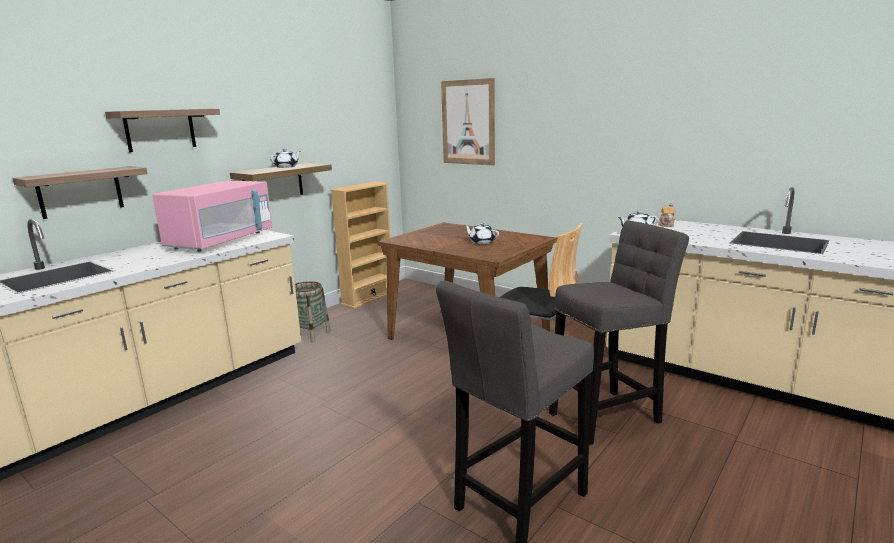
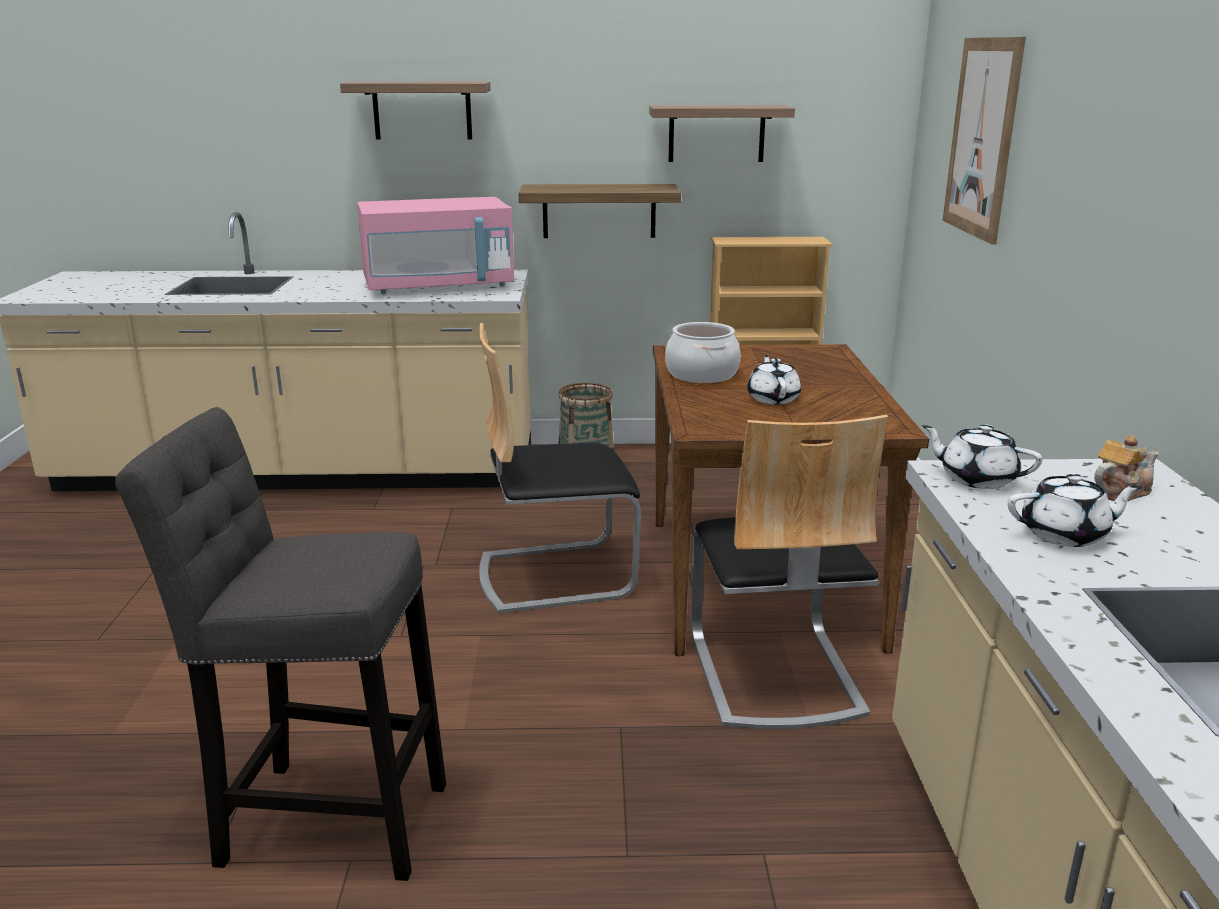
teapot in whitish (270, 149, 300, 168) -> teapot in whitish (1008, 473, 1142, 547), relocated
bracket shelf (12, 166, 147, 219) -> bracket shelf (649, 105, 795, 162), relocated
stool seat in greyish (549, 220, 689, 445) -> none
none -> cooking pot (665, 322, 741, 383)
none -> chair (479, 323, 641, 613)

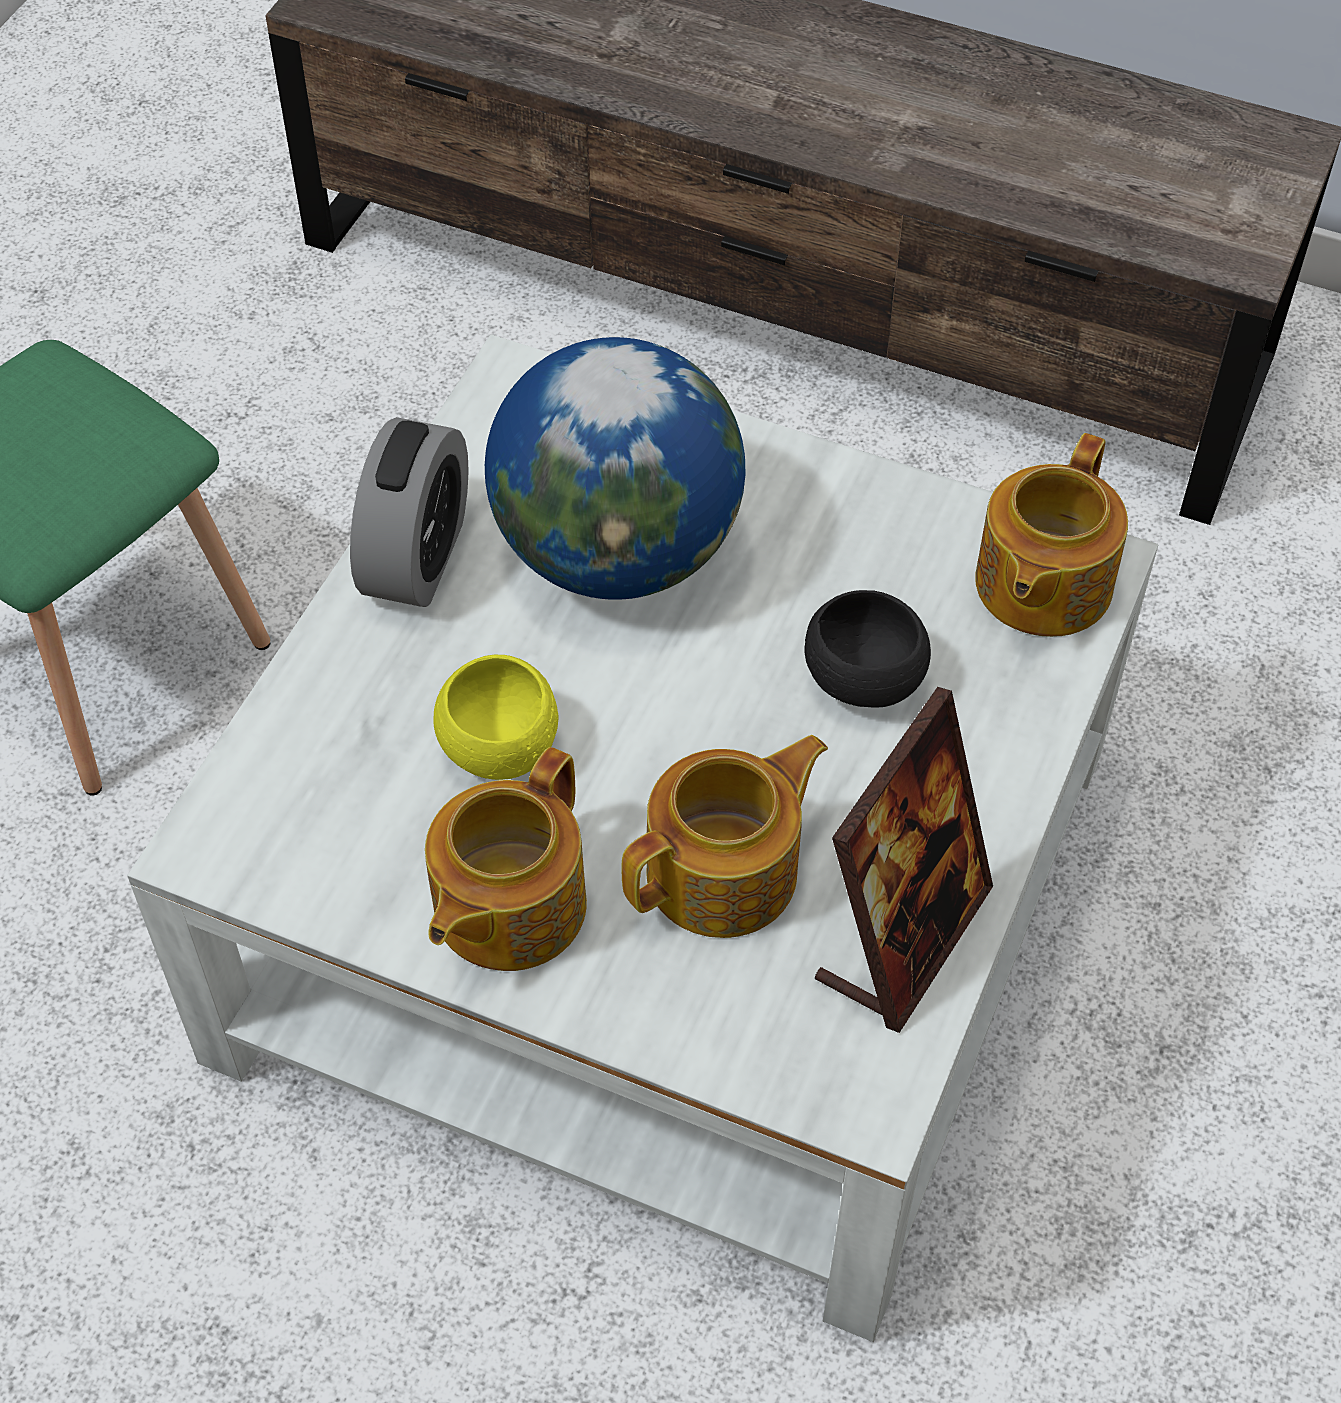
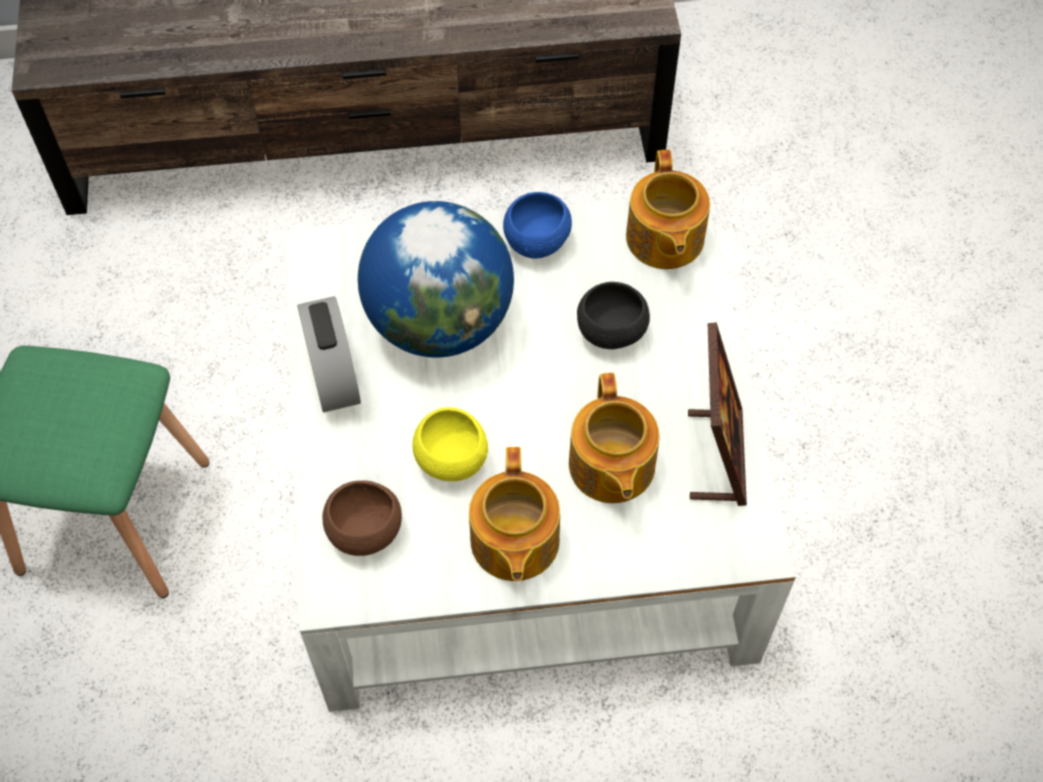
teapot (622, 735, 828, 938) -> teapot (569, 373, 660, 503), 150 degrees clockwise
none -> serving bowl in blue (503, 192, 572, 259)
none -> serving bowl in brown (322, 480, 402, 556)

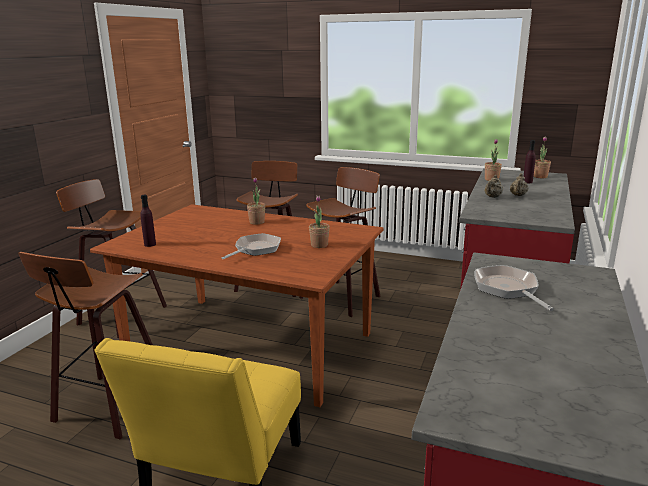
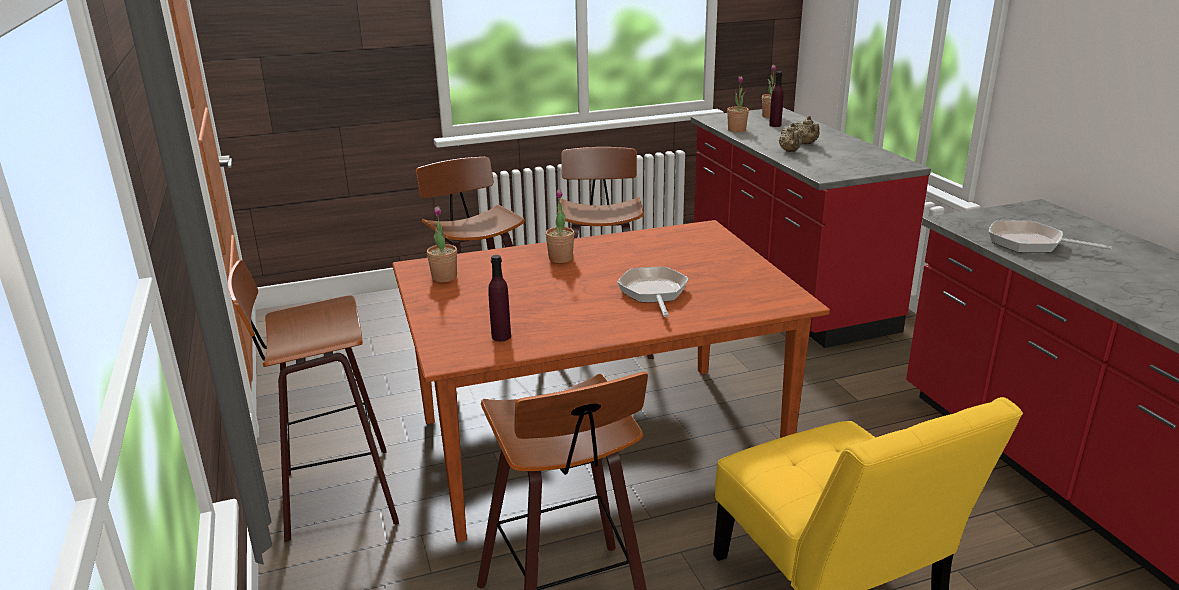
plant in a pot (309, 195, 330, 248) -> plant in a pot (427, 206, 457, 282), relocated

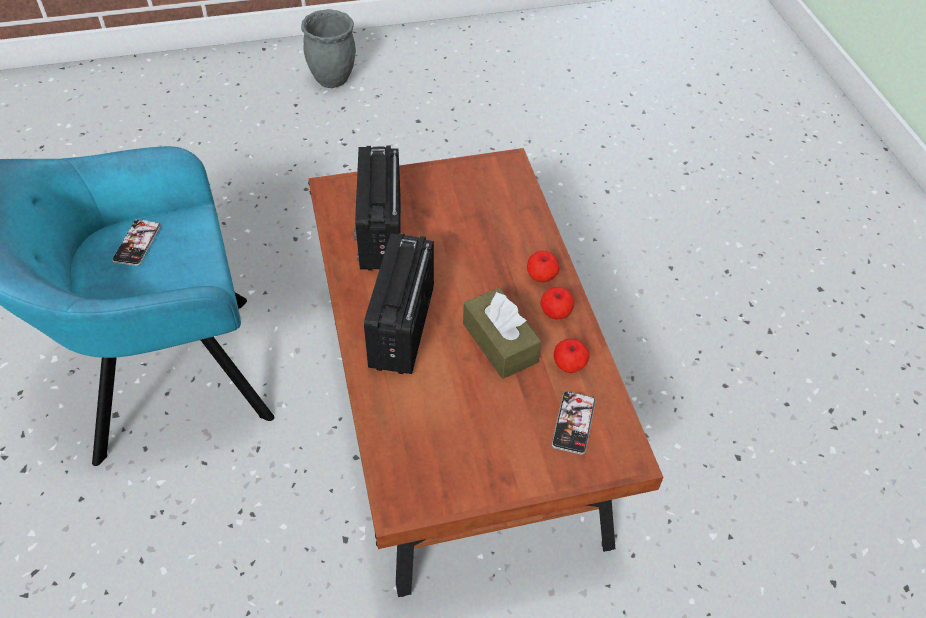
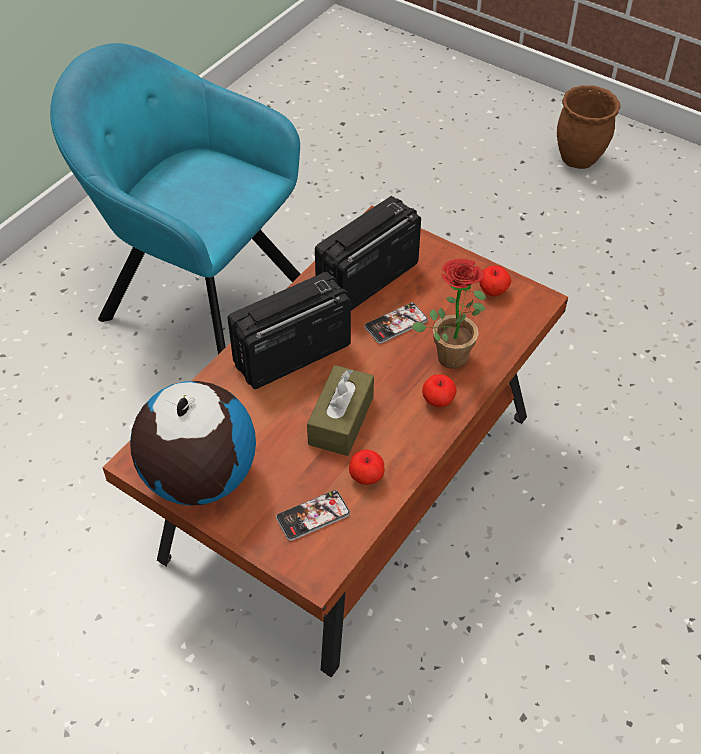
flower pot in greyish (301, 9, 356, 88) -> flower pot in brown (557, 85, 620, 169)
phone (112, 219, 161, 266) -> phone (364, 302, 428, 344), relocated
apple fruit (541, 287, 575, 319) -> apple fruit (479, 266, 511, 296), relocated
none -> plant in a pot (411, 259, 486, 369)
none -> globe (130, 381, 256, 506)

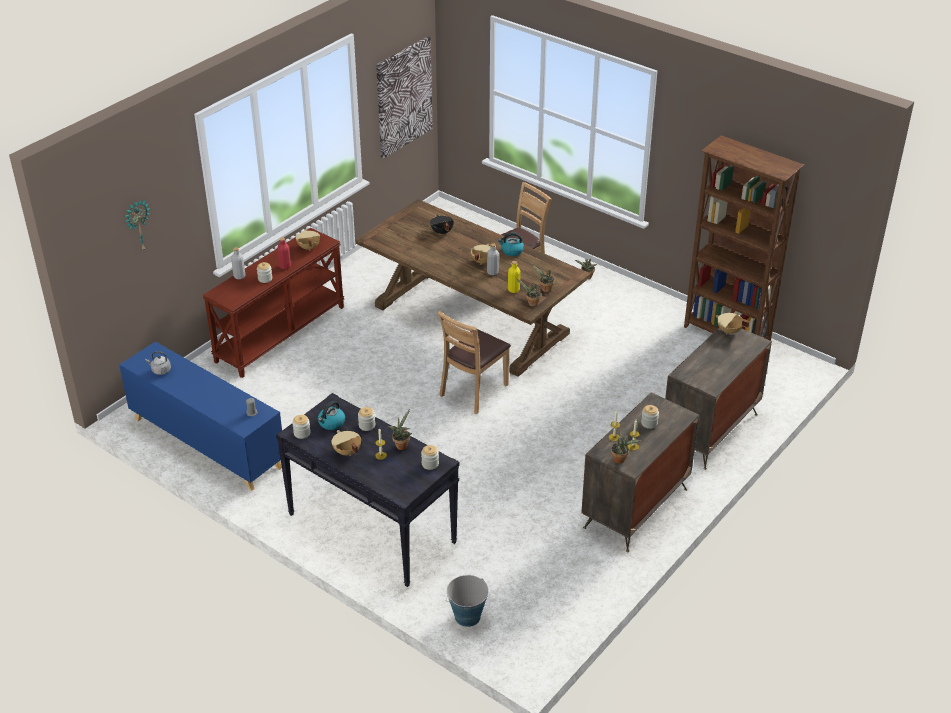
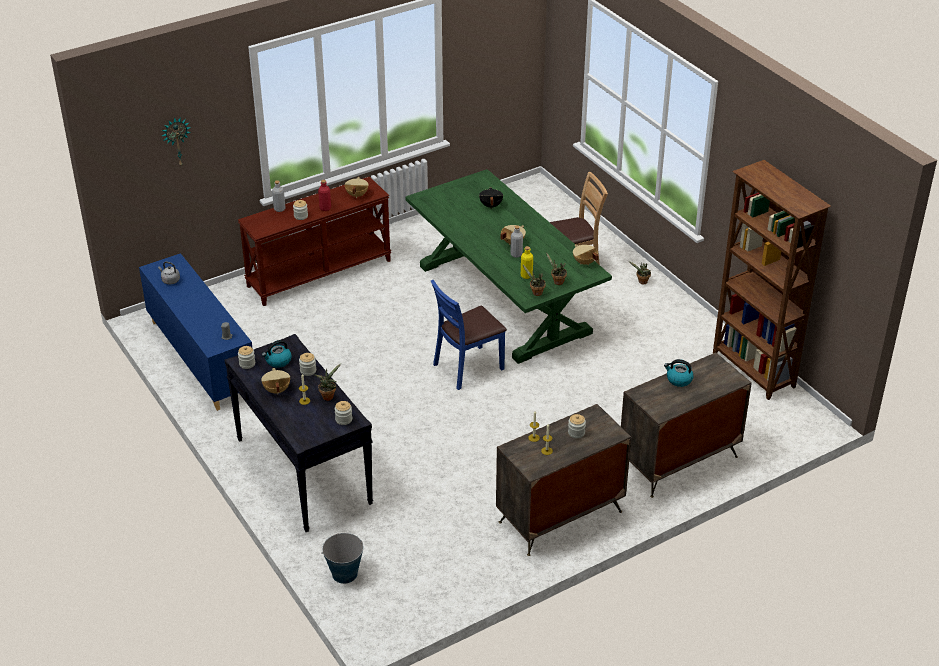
wall picture (376, 36, 433, 159) -> none
dinner table in brown (355, 199, 590, 377) -> dinner table in greenish (405, 169, 612, 364)
kettle (498, 233, 524, 256) -> kettle (664, 359, 694, 387), relocated
chair in brown (438, 311, 511, 414) -> chair in blue (431, 279, 507, 390)
cooking pot in sand-coloured (715, 313, 750, 335) -> cooking pot in sand-coloured (573, 245, 599, 265), relocated
plant in a pot (611, 431, 641, 464) -> none

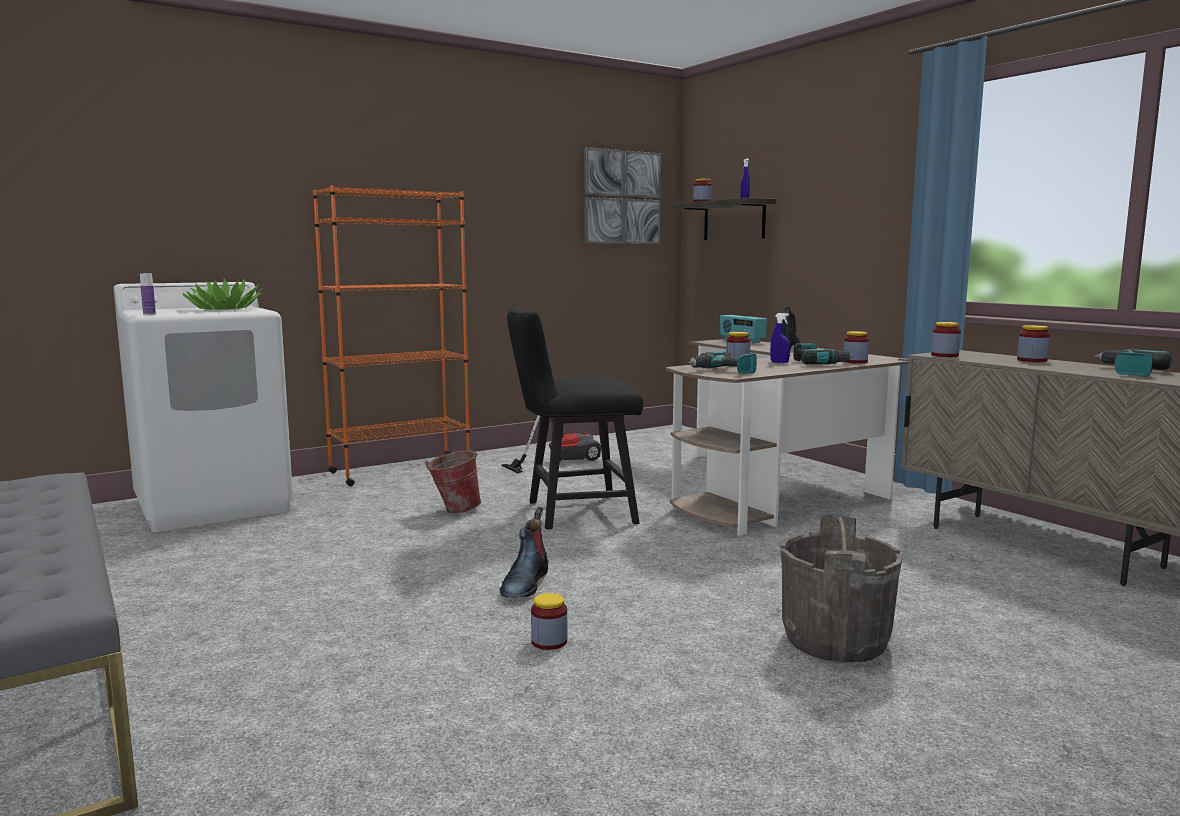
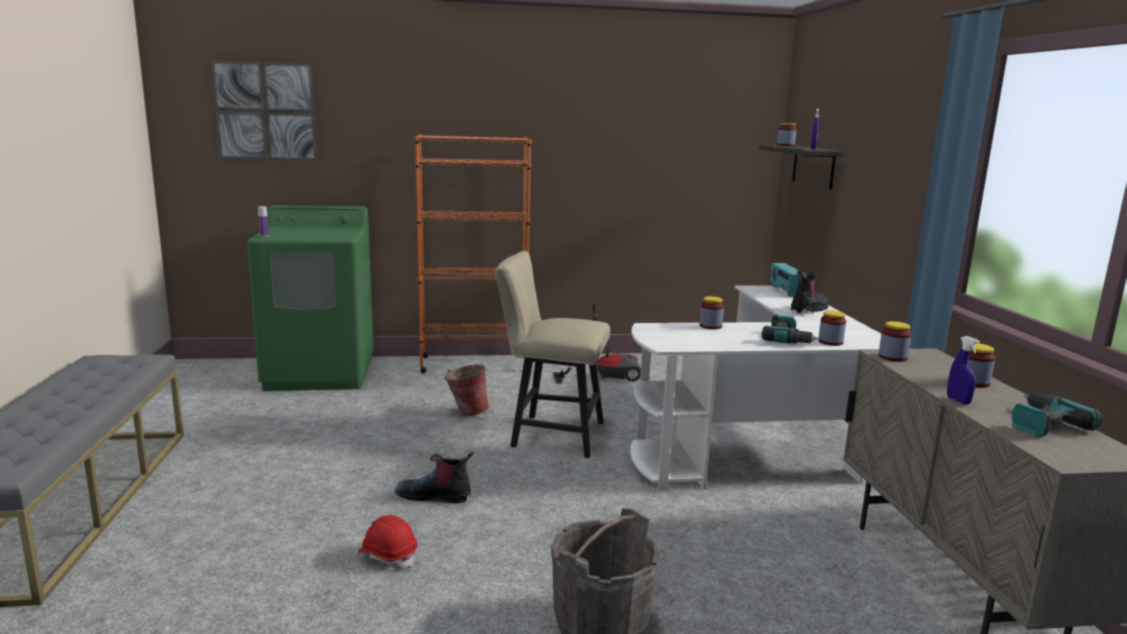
wall picture (584, 147, 661, 244) -> wall picture (212, 61, 317, 160), relocated
plant in a pot (183, 279, 263, 310) -> none
washing machine in whitish (113, 282, 293, 532) -> washing machine in greenish (247, 205, 374, 391)
chair in black (507, 305, 643, 529) -> chair in sand-coloured (495, 251, 610, 458)
sprayer in blue (770, 313, 790, 363) -> sprayer in blue (947, 336, 980, 404), relocated
desk unit in brown (666, 339, 909, 536) -> desk unit in whitish (630, 285, 881, 491)
electric drill (688, 351, 757, 374) -> none
high-top boot (499, 507, 548, 598) -> high-top boot (395, 452, 474, 504), 60 degrees clockwise
storage jar (531, 593, 567, 650) -> work helmet in red-coloured (358, 515, 418, 569)

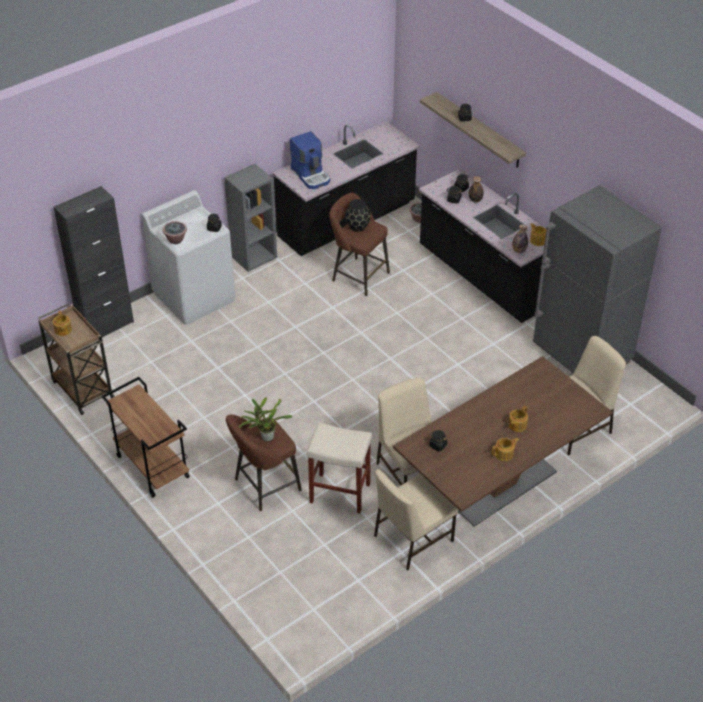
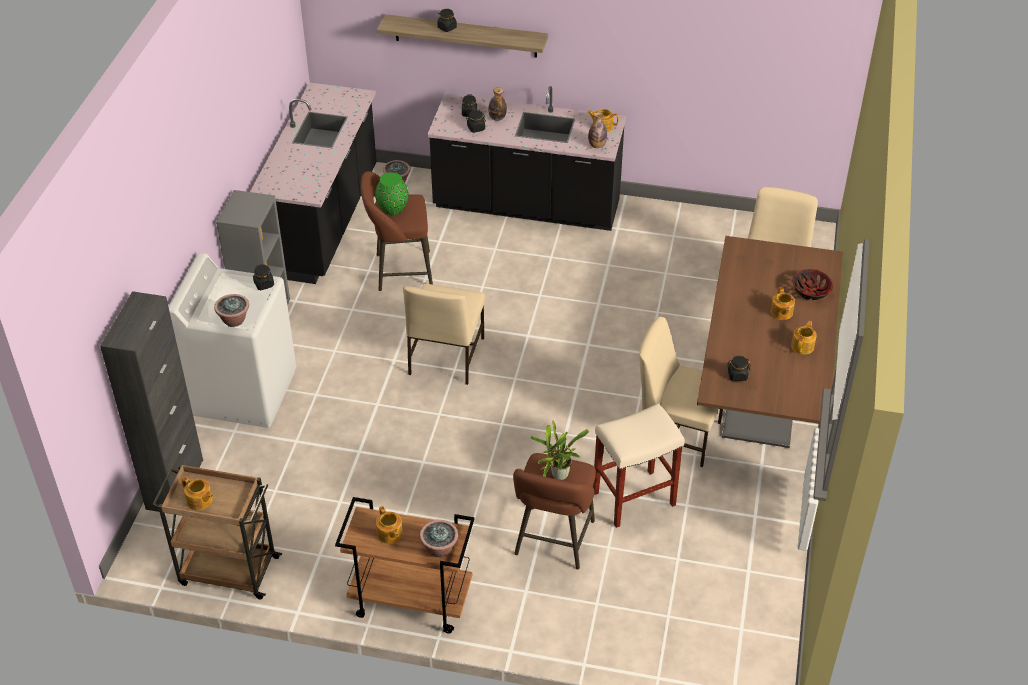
coffee machine (290, 131, 330, 189) -> none
fridge in greyish (533, 186, 662, 373) -> none
vase in black (345, 199, 371, 232) -> vase in greenish (375, 172, 409, 215)
chair in sand-coloured (374, 469, 458, 571) -> chair in sand-coloured (403, 284, 485, 385), relocated
none -> serving bowl (792, 269, 833, 300)
none -> teapot (376, 506, 403, 544)
none -> plant in a pot (420, 520, 458, 557)

